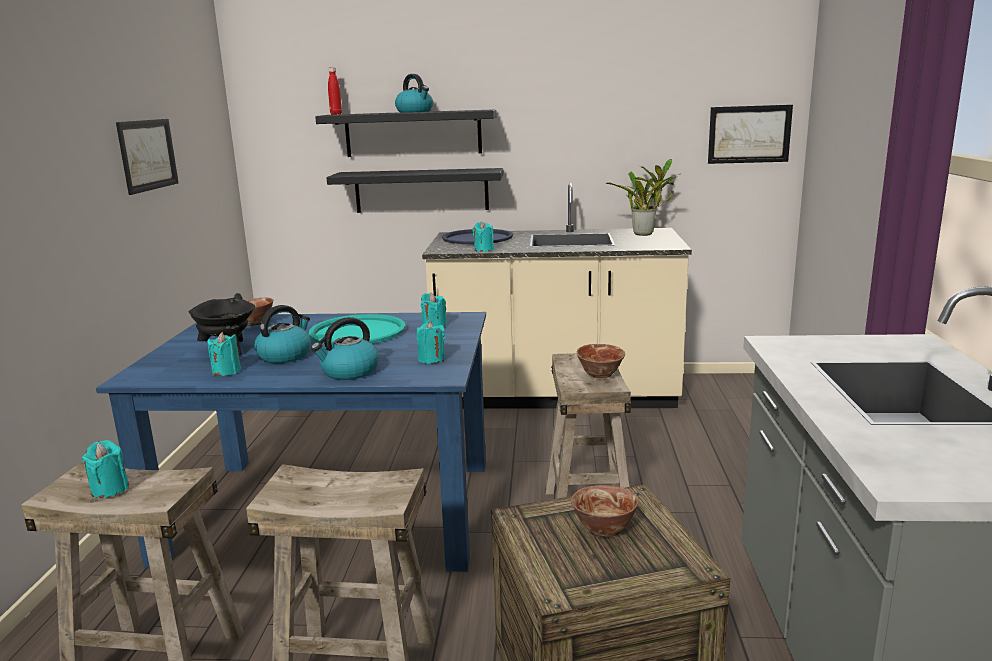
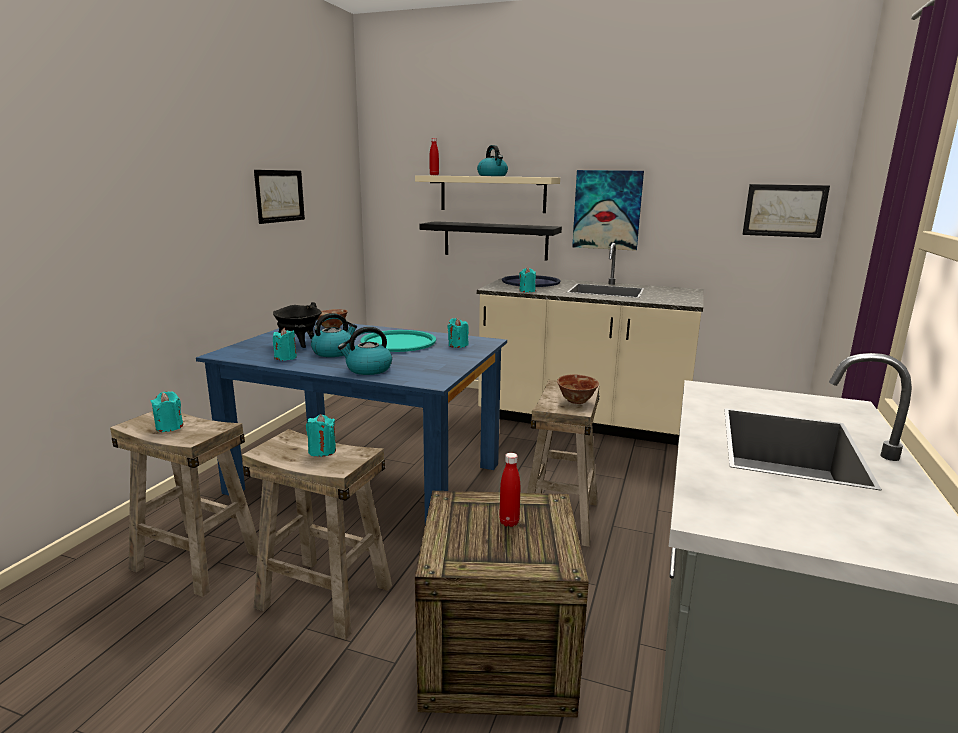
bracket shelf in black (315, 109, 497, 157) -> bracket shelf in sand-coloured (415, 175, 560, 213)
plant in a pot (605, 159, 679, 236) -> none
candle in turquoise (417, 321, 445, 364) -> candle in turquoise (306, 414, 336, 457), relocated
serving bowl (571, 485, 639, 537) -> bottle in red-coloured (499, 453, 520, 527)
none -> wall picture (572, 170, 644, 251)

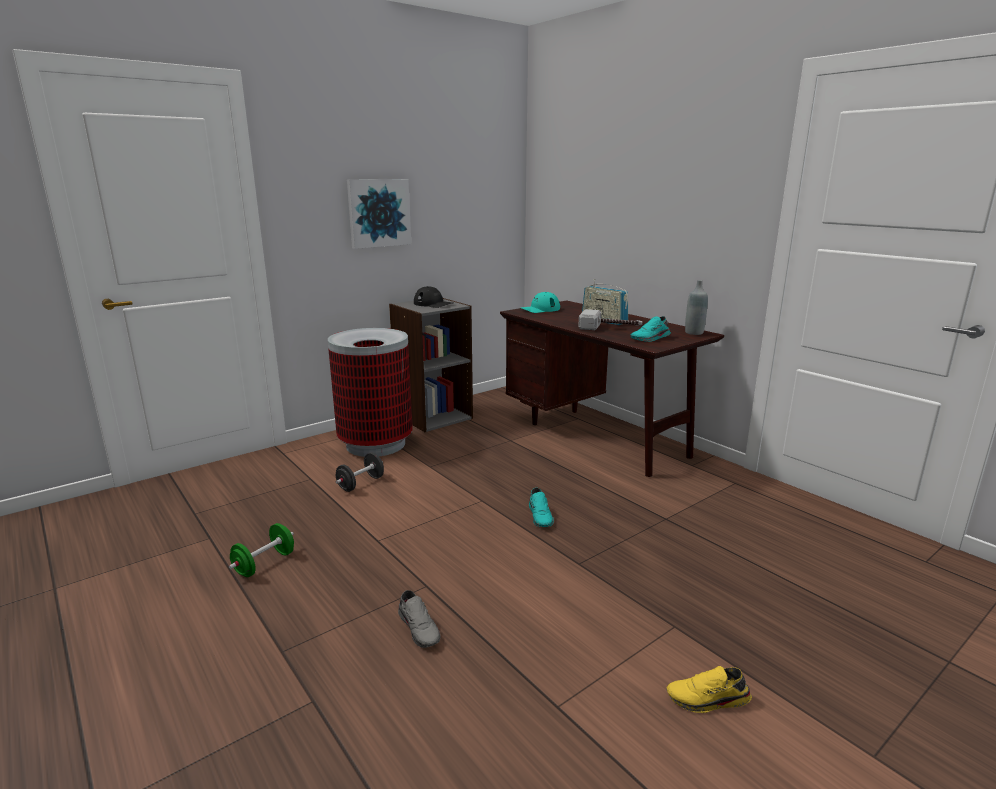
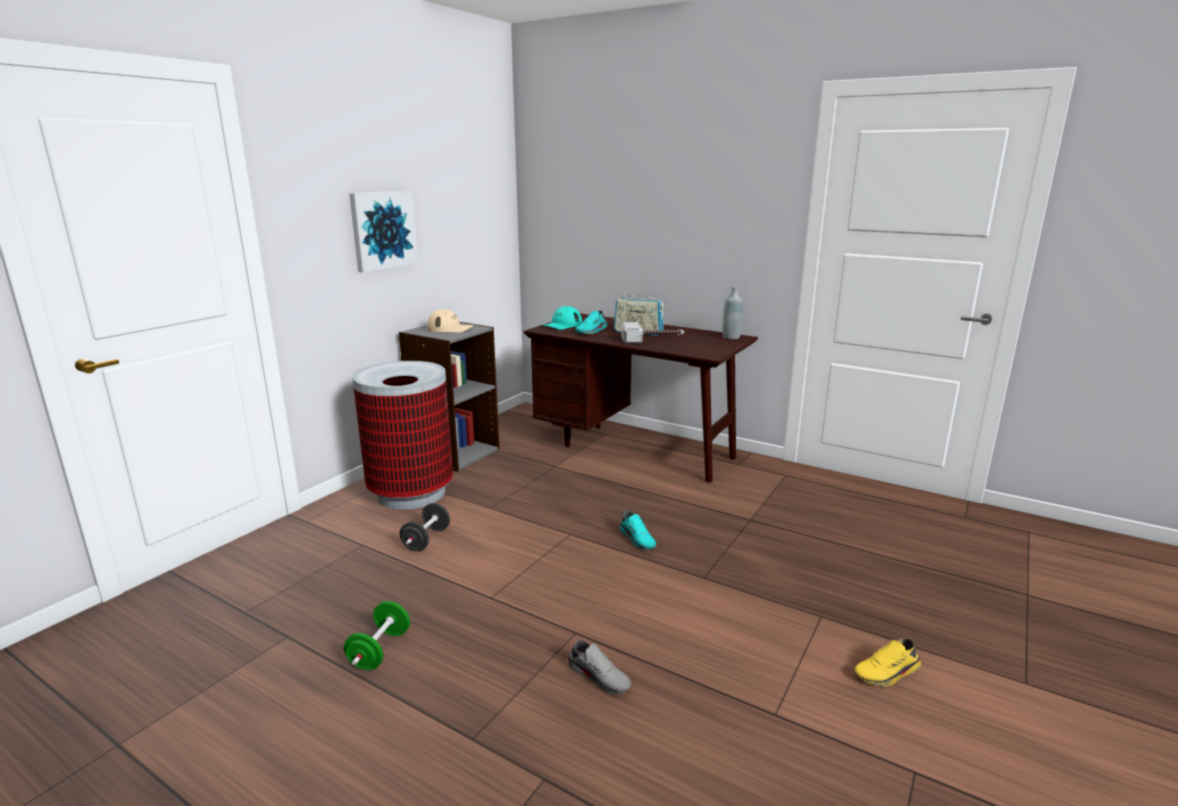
peaked cap in black (414, 286, 452, 308) -> peaked cap in sand-coloured (427, 309, 474, 333)
shoe in turquoise (631, 316, 671, 342) -> shoe in turquoise (575, 310, 608, 334), relocated

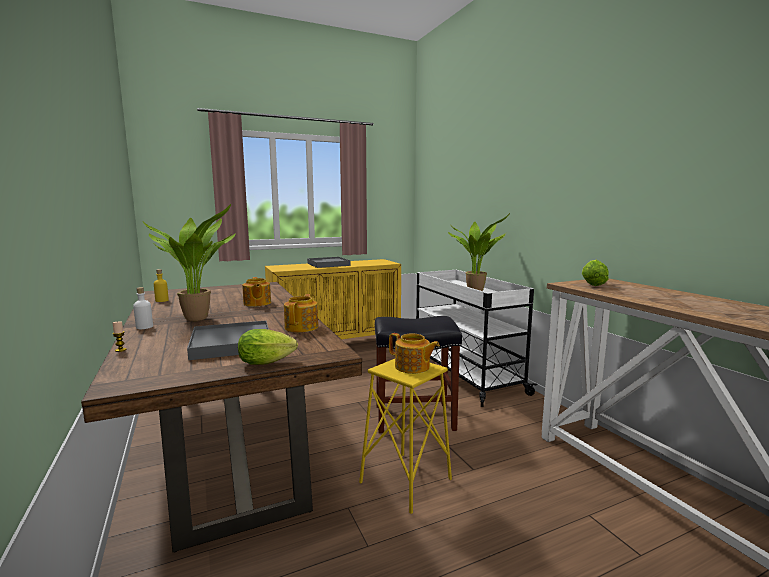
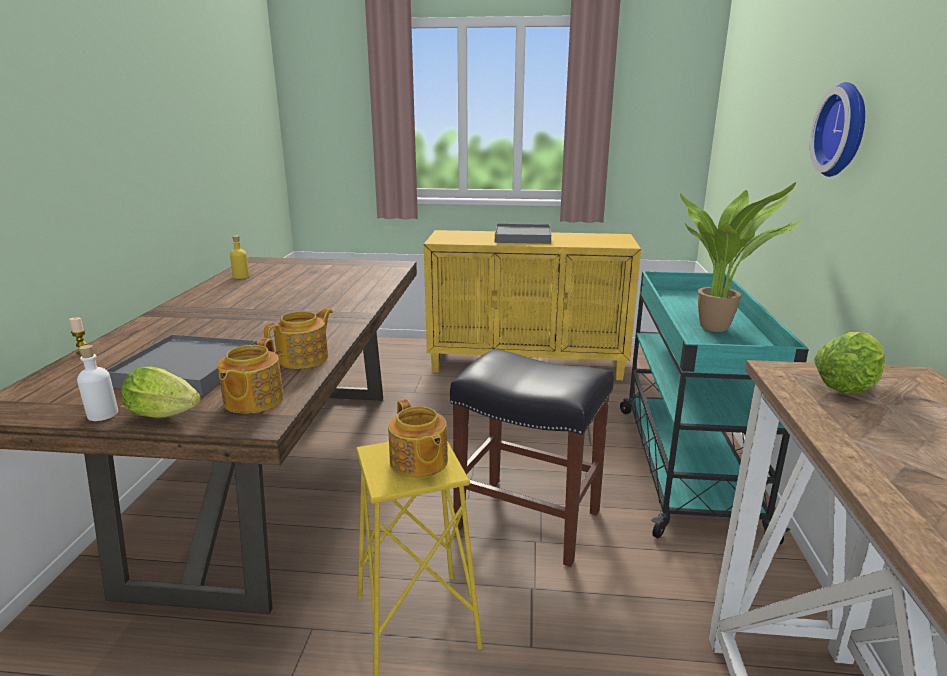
plant in a pot (143, 204, 236, 321) -> none
trolley in whitish (416, 270, 537, 407) -> trolley in turquoise (620, 271, 809, 545)
teapot (242, 277, 271, 307) -> teapot (217, 338, 284, 413), relocated
bottle in whitish (133, 287, 153, 329) -> bottle in whitish (77, 345, 118, 421), relocated
none -> hanging clock (810, 82, 865, 177)

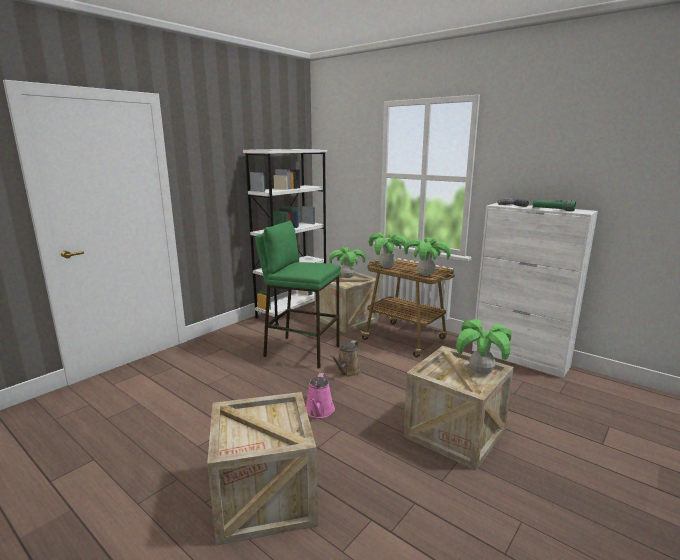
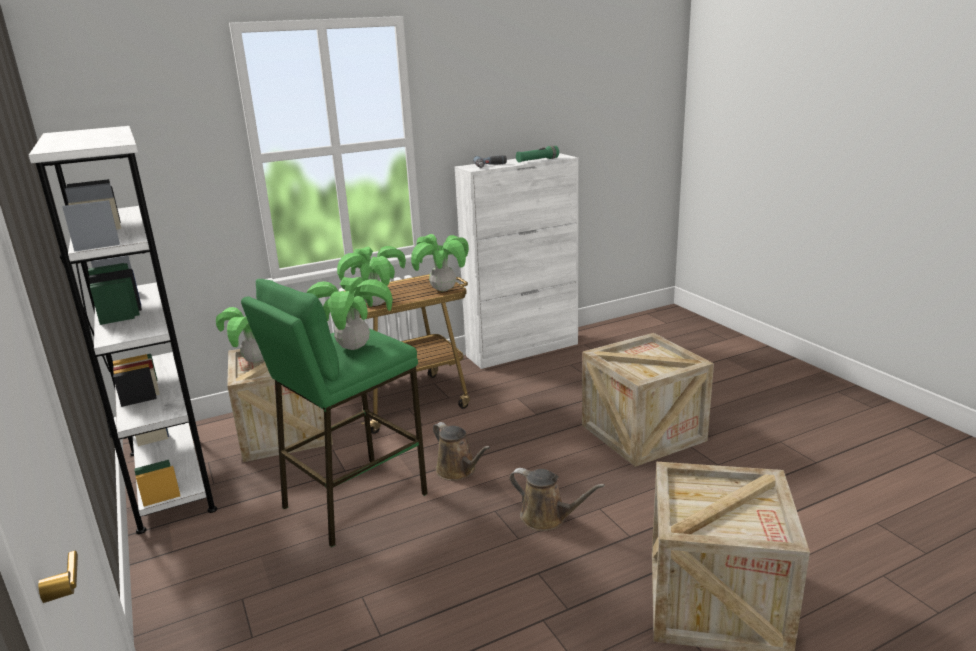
plant in a pot (456, 319, 512, 374) -> plant in a pot (306, 277, 393, 350), relocated
watering can in pink-coloured (306, 373, 335, 418) -> watering can in brown (510, 468, 605, 531)

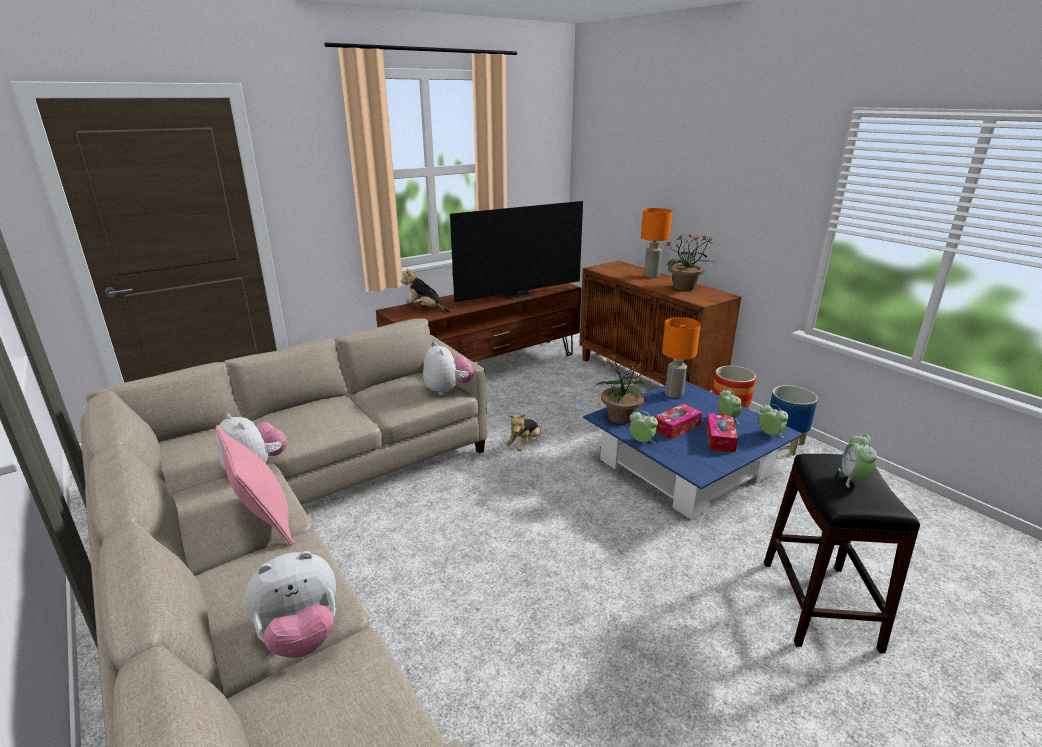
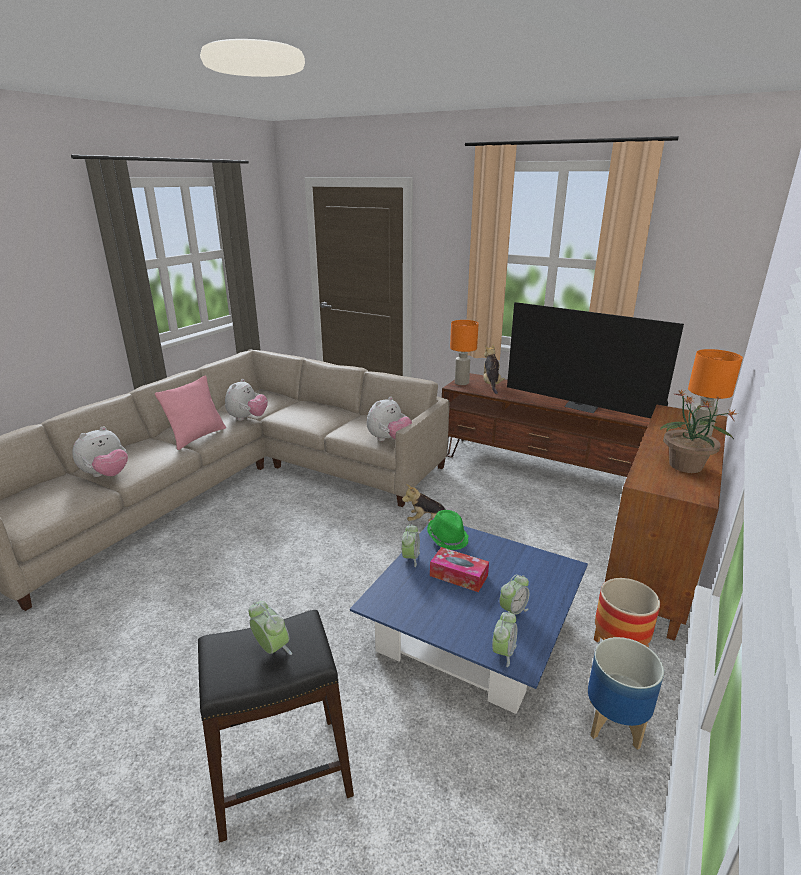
tabletop lamp in orangey (662, 317, 701, 398) -> tabletop lamp in orangey (450, 320, 479, 385), relocated
plant in a pot (595, 354, 645, 424) -> hat in greenish (427, 510, 469, 550)
tissue box (706, 413, 738, 453) -> none
table clock (838, 435, 877, 488) -> table clock (248, 601, 292, 655), 60 degrees clockwise
plush toy (244, 551, 336, 658) -> plush toy (72, 426, 128, 477), 90 degrees counterclockwise

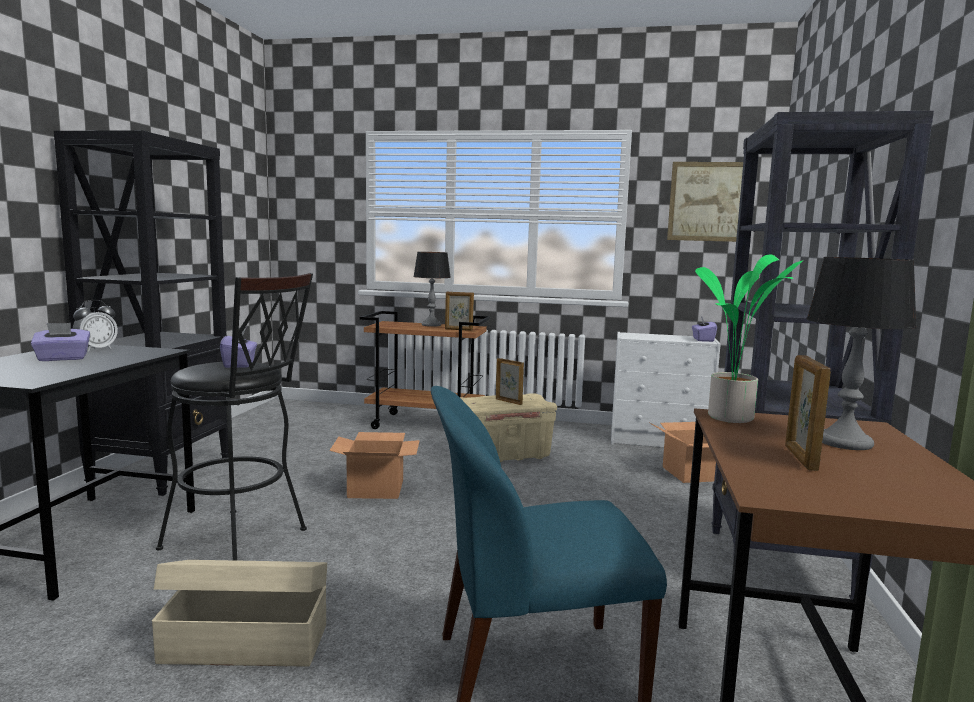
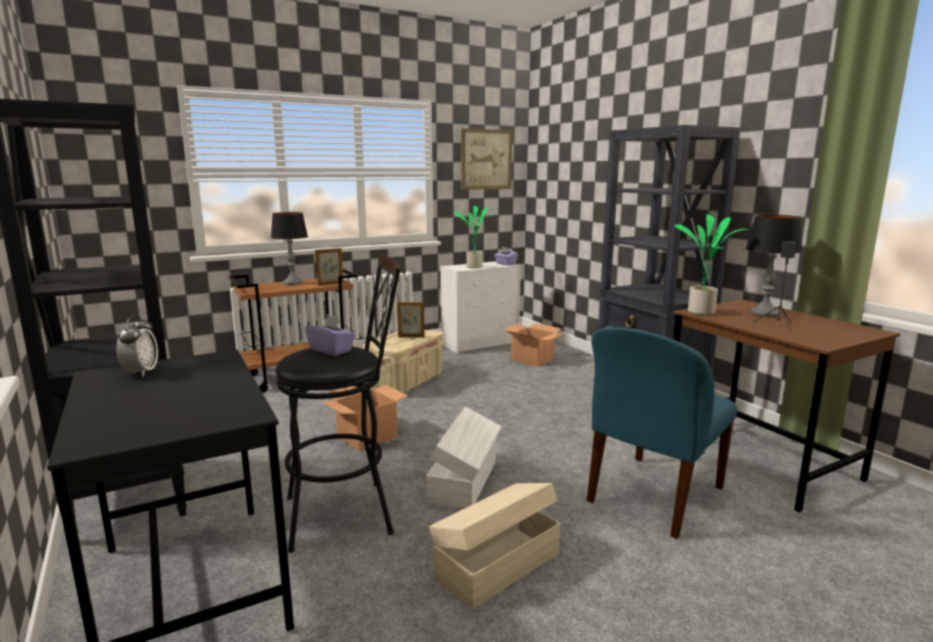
tissue box in purple-coloured (31, 323, 90, 361) -> none
standing frame (785, 355, 831, 471) -> audio speaker in black (752, 242, 797, 332)
none -> plant in a pot (454, 206, 496, 268)
none -> storage container in whitish (426, 407, 501, 509)

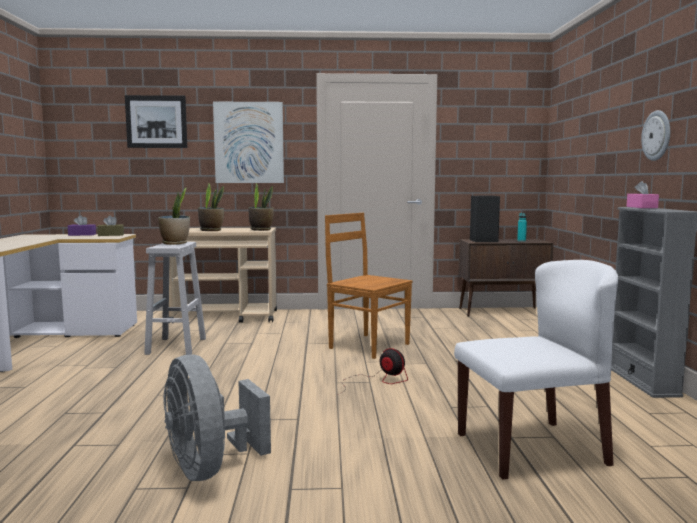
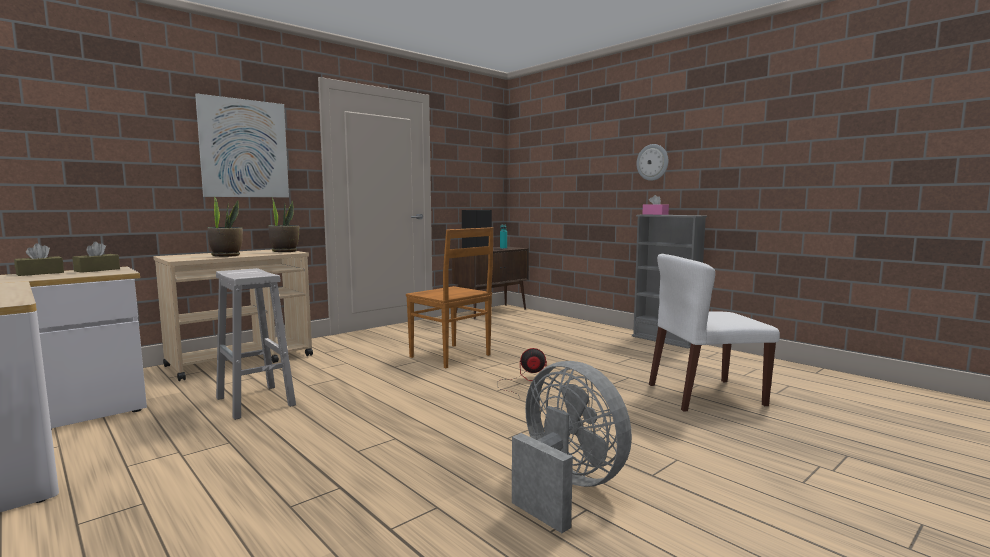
wall picture (125, 95, 187, 148) -> none
plant in a pot (158, 187, 190, 245) -> none
chair in brown (325, 213, 413, 359) -> chair in brown (406, 227, 493, 368), 135 degrees counterclockwise
tissue box in purple-coloured (68, 215, 96, 236) -> tissue box in brown (14, 243, 64, 276)
chair in whitish (454, 260, 618, 480) -> chair in whitish (649, 254, 780, 412), 135 degrees counterclockwise
electric fan in greyish (163, 355, 271, 481) -> electric fan in greyish (512, 361, 632, 533), 150 degrees counterclockwise

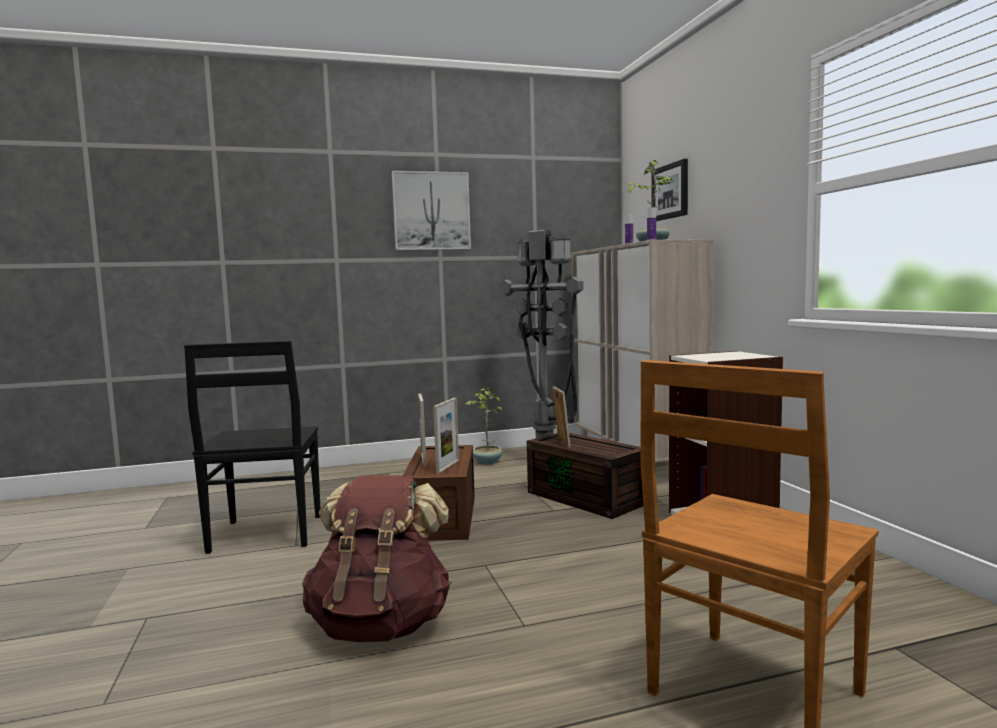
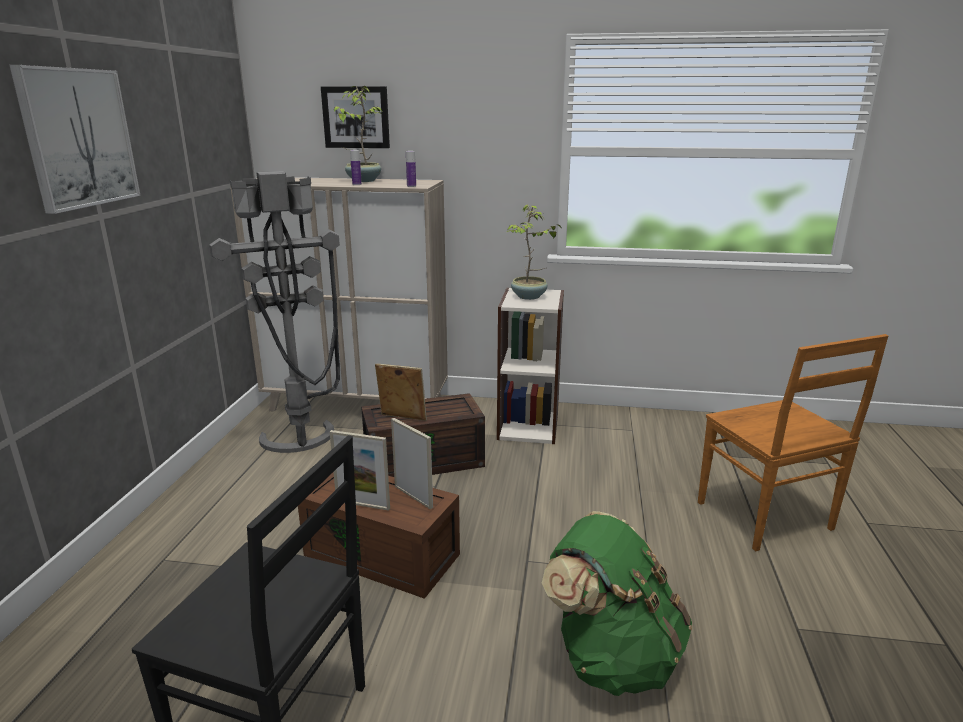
plant in a pot (465, 388, 502, 465) -> plant in a pot (507, 204, 562, 300), relocated
knapsack in brown (302, 475, 452, 642) -> knapsack in greenish (542, 511, 692, 696)

